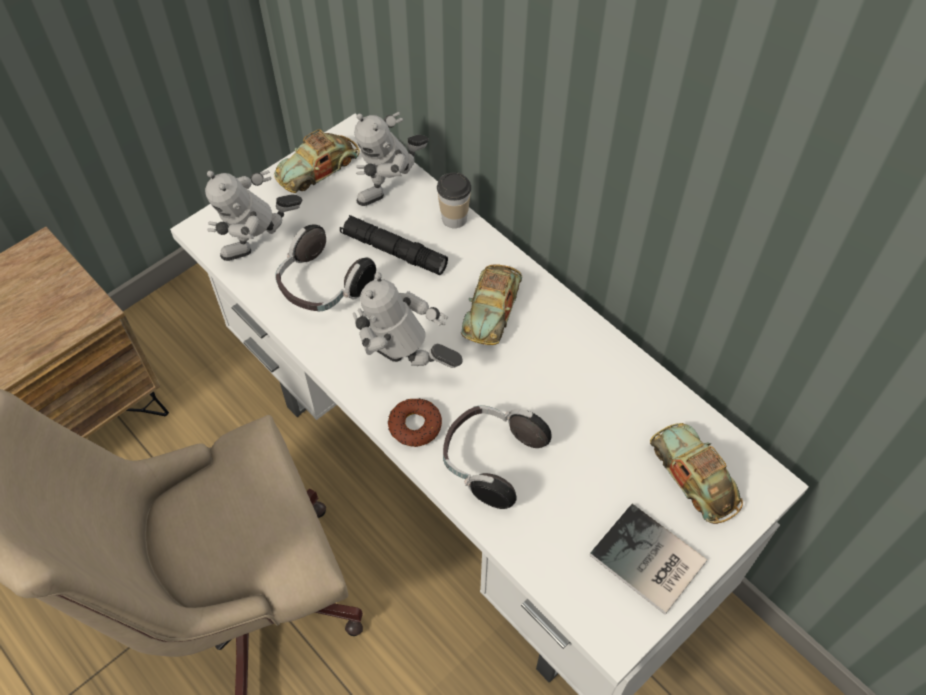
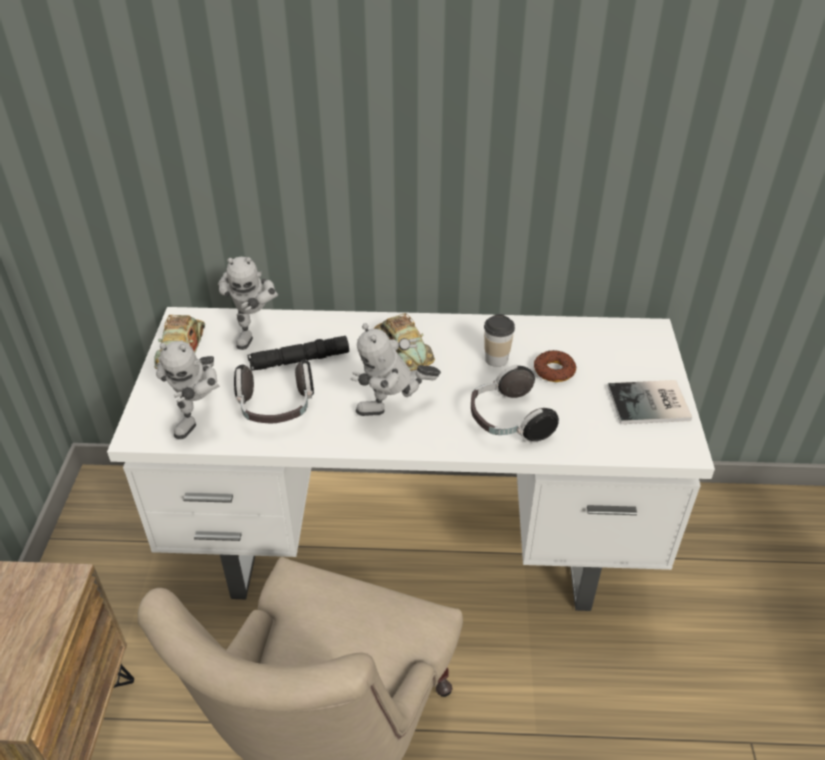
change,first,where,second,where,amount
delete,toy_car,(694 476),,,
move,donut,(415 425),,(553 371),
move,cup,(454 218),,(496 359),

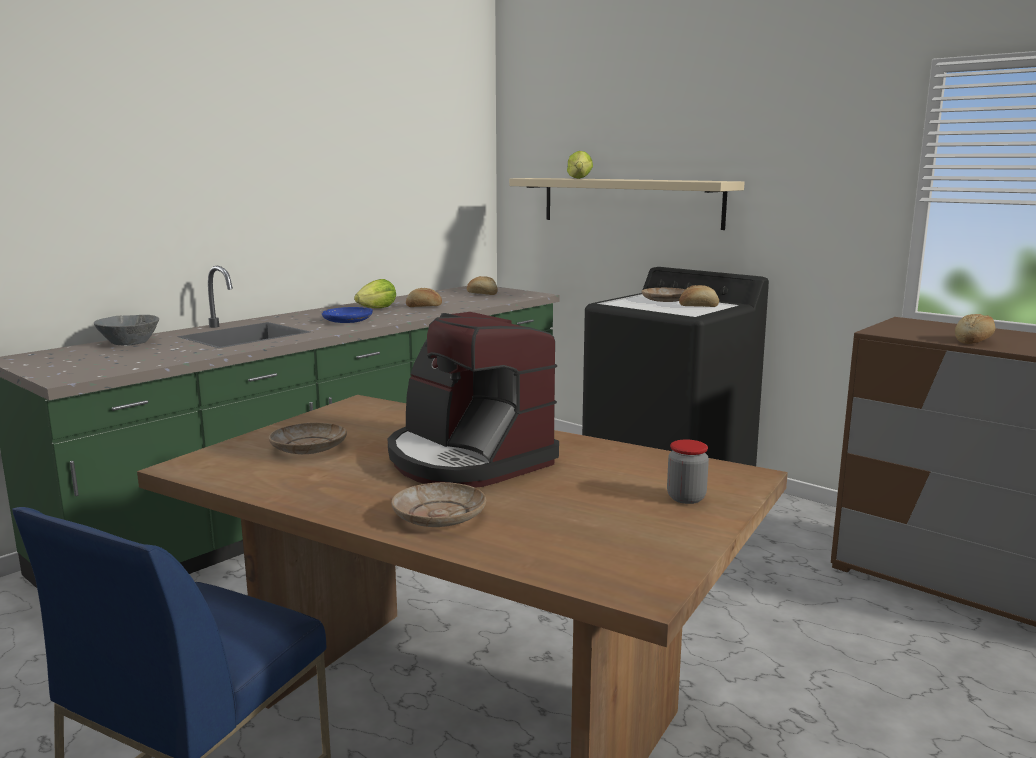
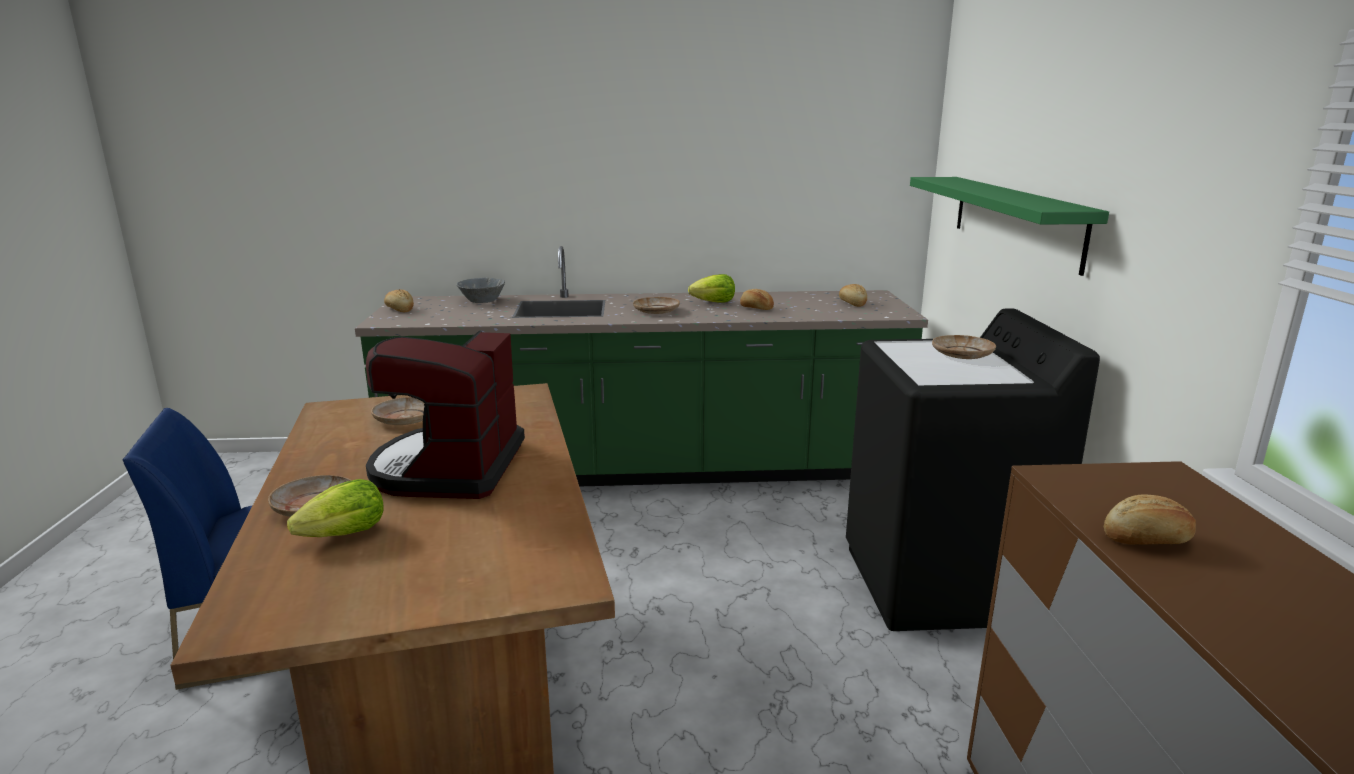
change,first,where,second,where,amount
delete,jar,(686 498),,,
move,lettuce,(579 178),,(346 534),
move,bread,(698 306),,(400 309),
recolor,blue_plate,(348 321),beige_plate,(656 311),
recolor,beige_shelf,(629 202),green_shelf,(1015 219),

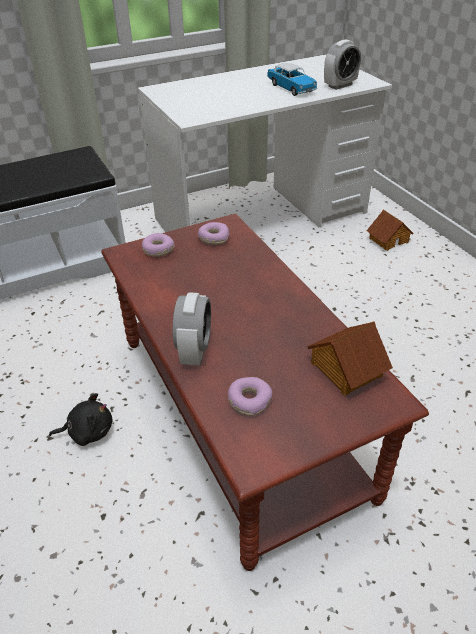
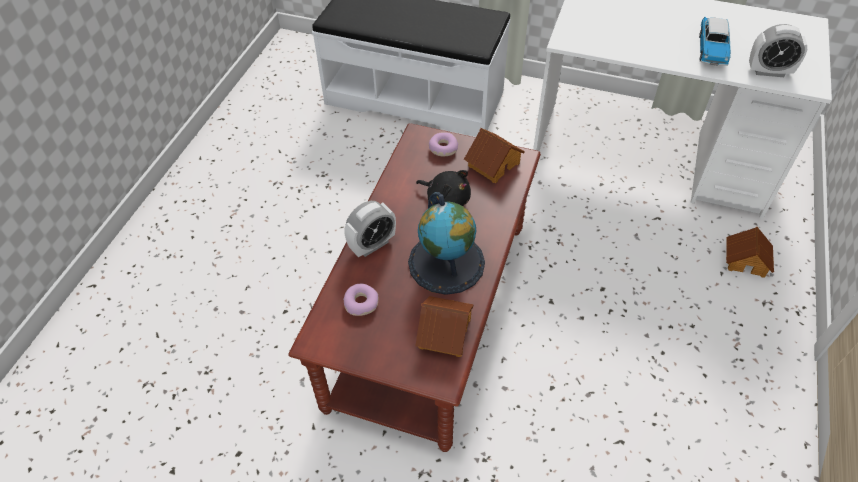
change,first,where,second,where,amount
insert,,,globe,(446 262),
move,black_plush_toy,(88 431),,(446 199),
replace,donut,(213 238),toy_house,(493 164),

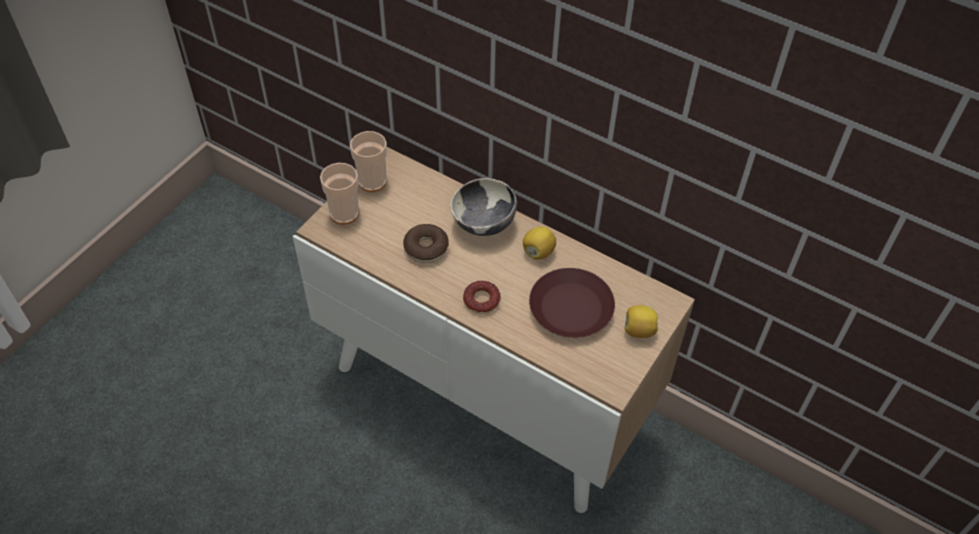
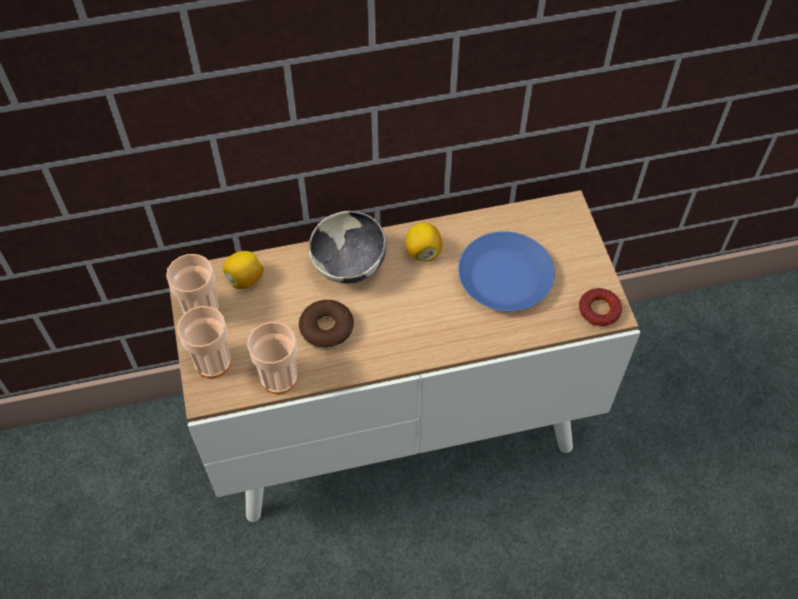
change,first,where,second,where,amount
insert,,,cup,(279 377),
move,donut,(481 300),,(599 311),
move,lemon,(639 330),,(245 279),
recolor,brown_plate,(570 308),blue_plate,(504 278),

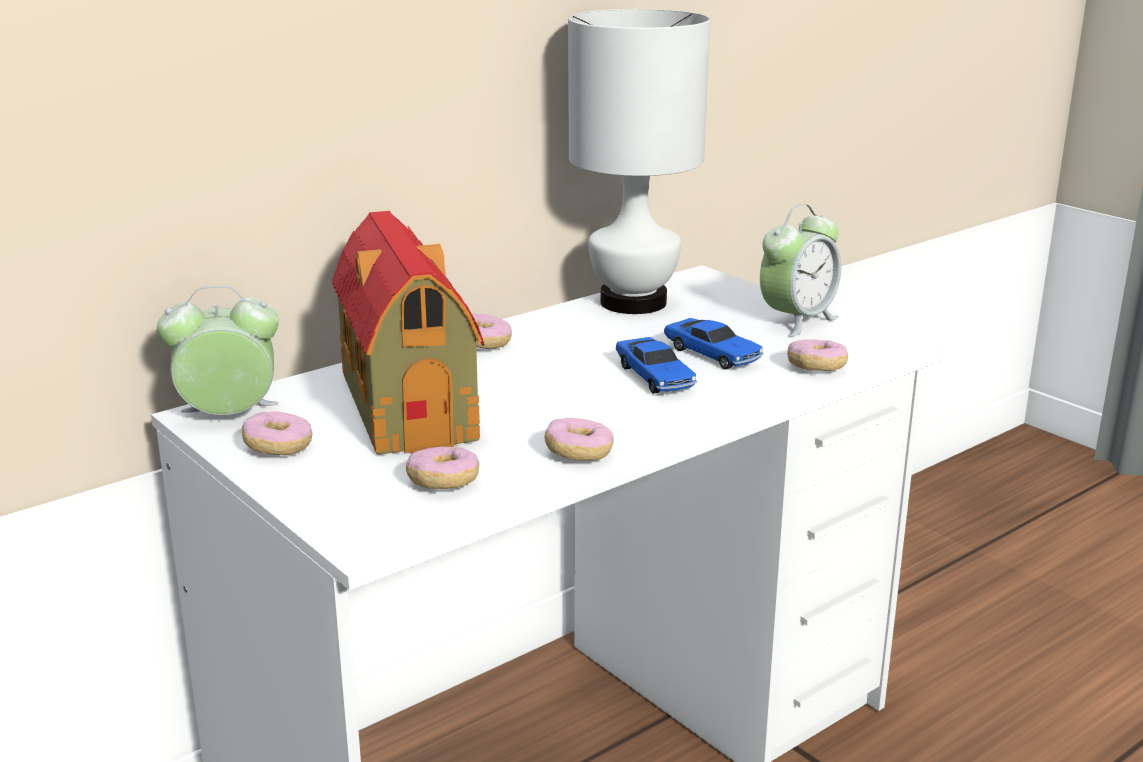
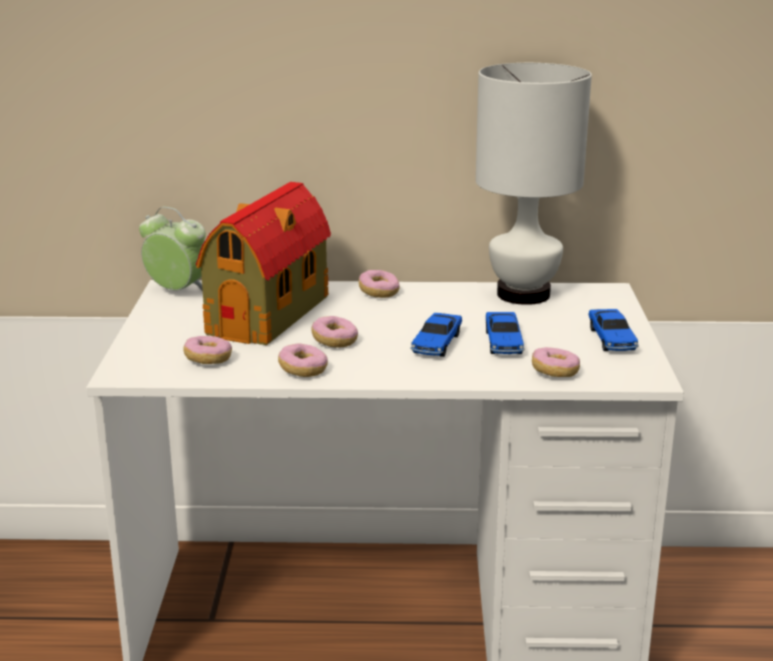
change,first,where,second,where,amount
move,donut,(278 447),,(334 341),
replace,alarm_clock,(797 321),toy_car,(611 339),

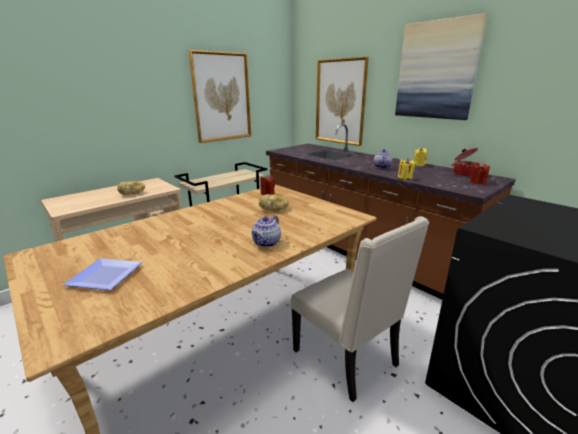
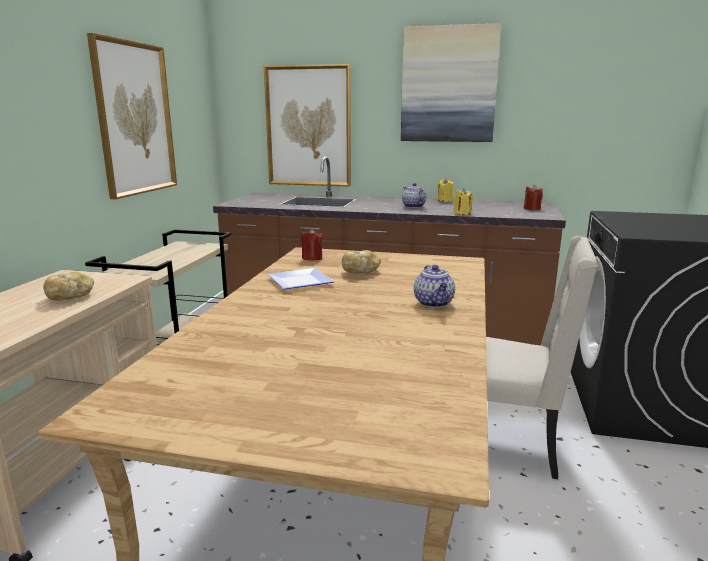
change,first,where,second,where,amount
delete,cooking_pot,(463 173),,,
move,plate,(108 275),,(301 281),

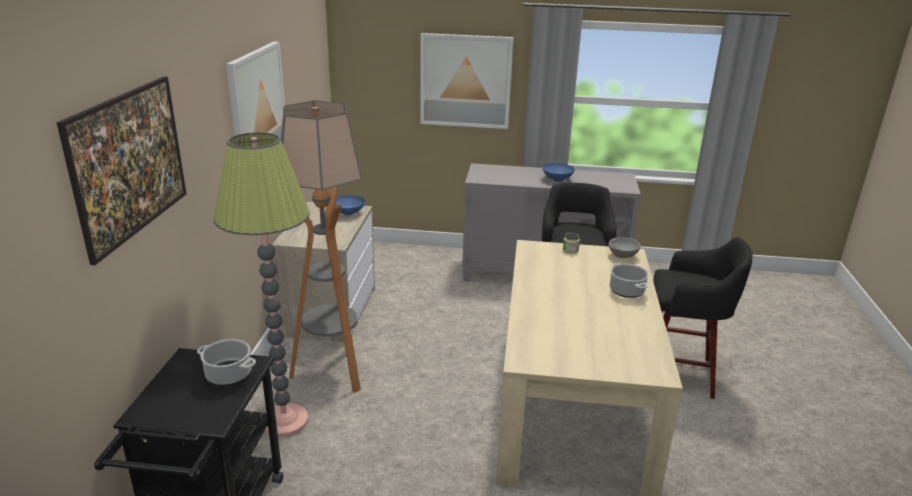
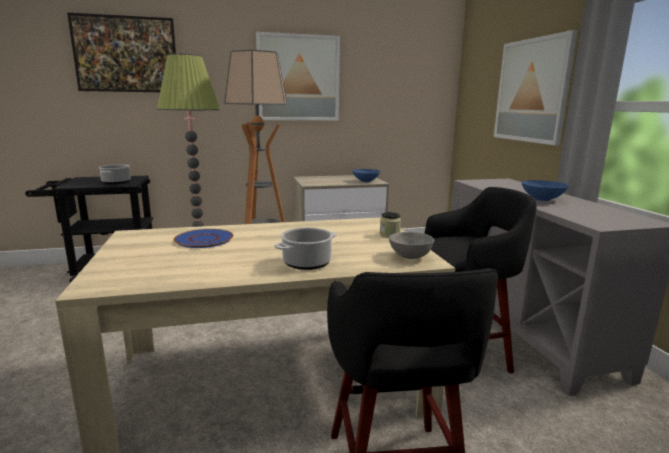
change,first,where,second,where,amount
insert,,,blue_plate,(204 239),

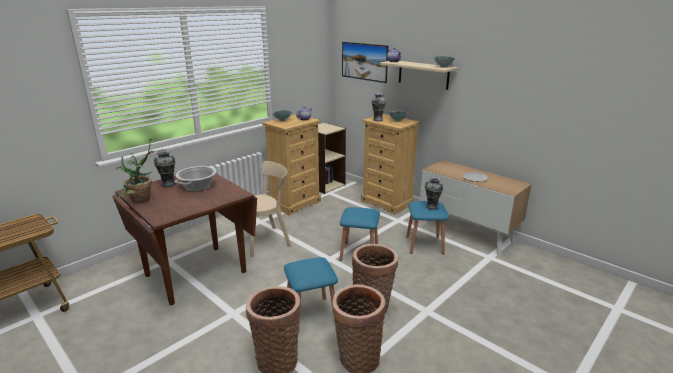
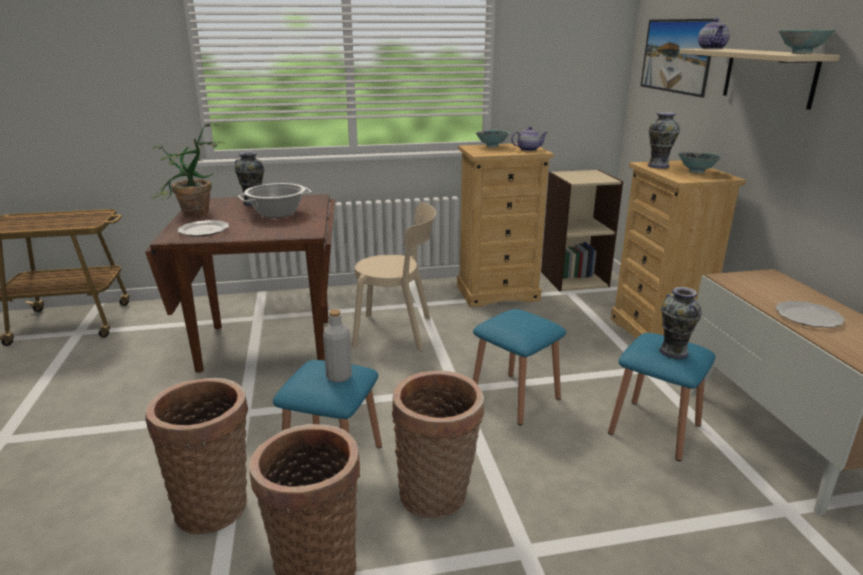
change,first,where,second,where,amount
insert,,,plate,(203 230),
insert,,,grey_bottle,(339 376),

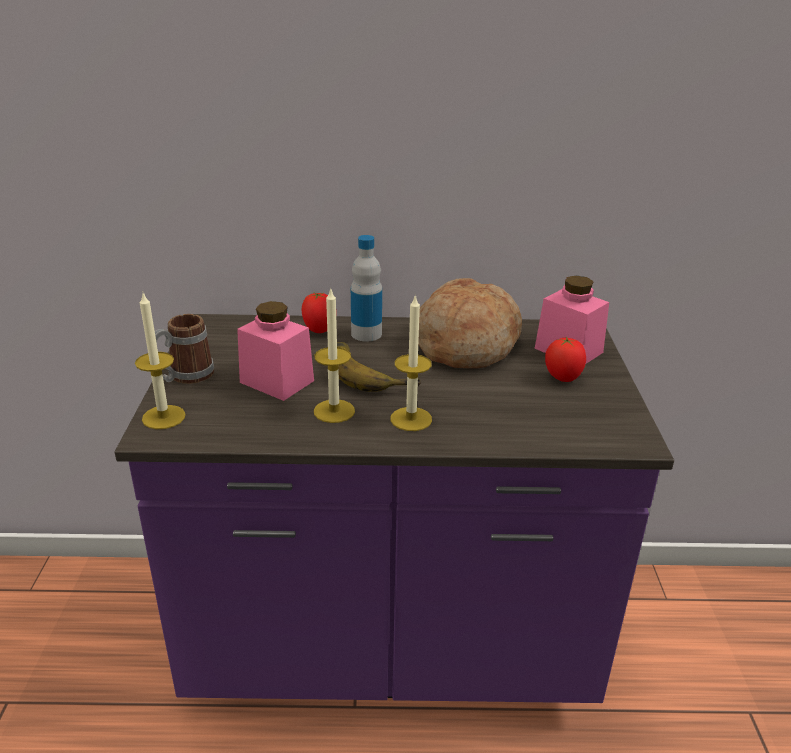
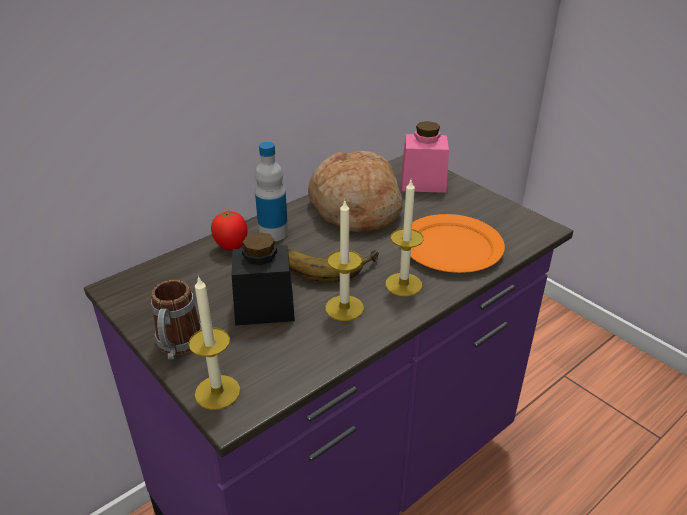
change,first,where,second,where,amount
delete,tomato,(563 379),,,
insert,,,orange_plate,(451 247),
recolor,pink_jar,(277 381),black_jar,(264 308),

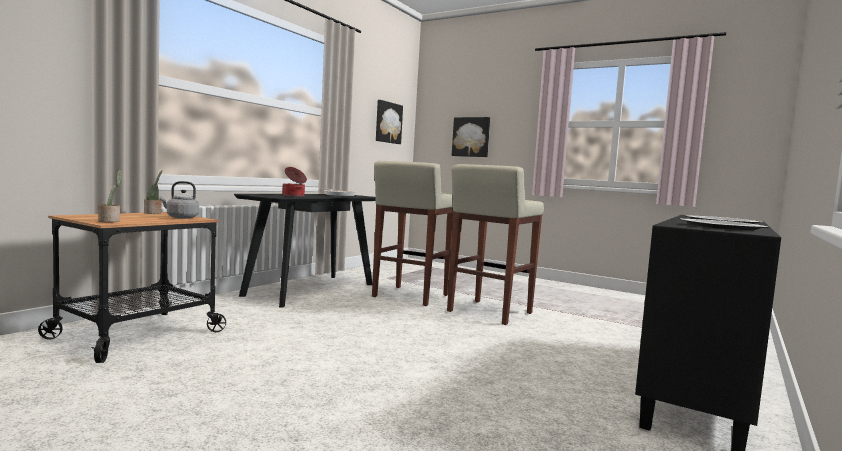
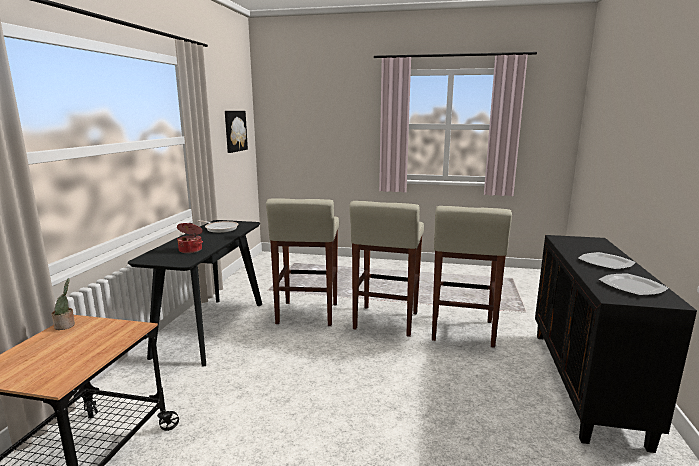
change,first,where,second,where,amount
delete,potted_plant,(110 221),,,
delete,grey_kettle,(180 217),,,
delete,picture,(471 137),,,
insert,,,beige_stool,(462 331),

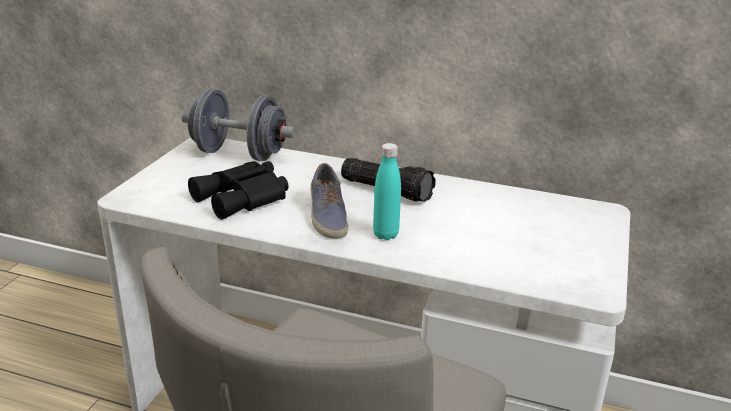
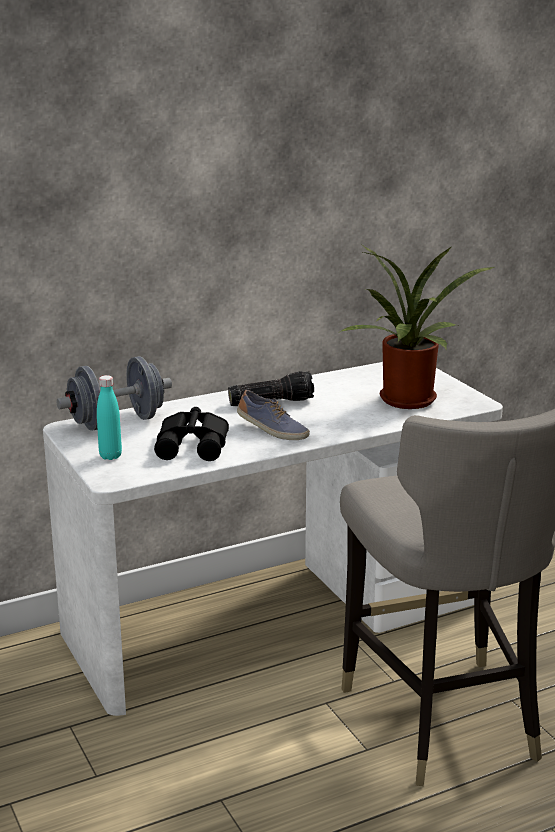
change,first,where,second,where,amount
insert,,,potted_plant,(408 402),
move,turquoise_bottle,(385 235),,(110 456),

